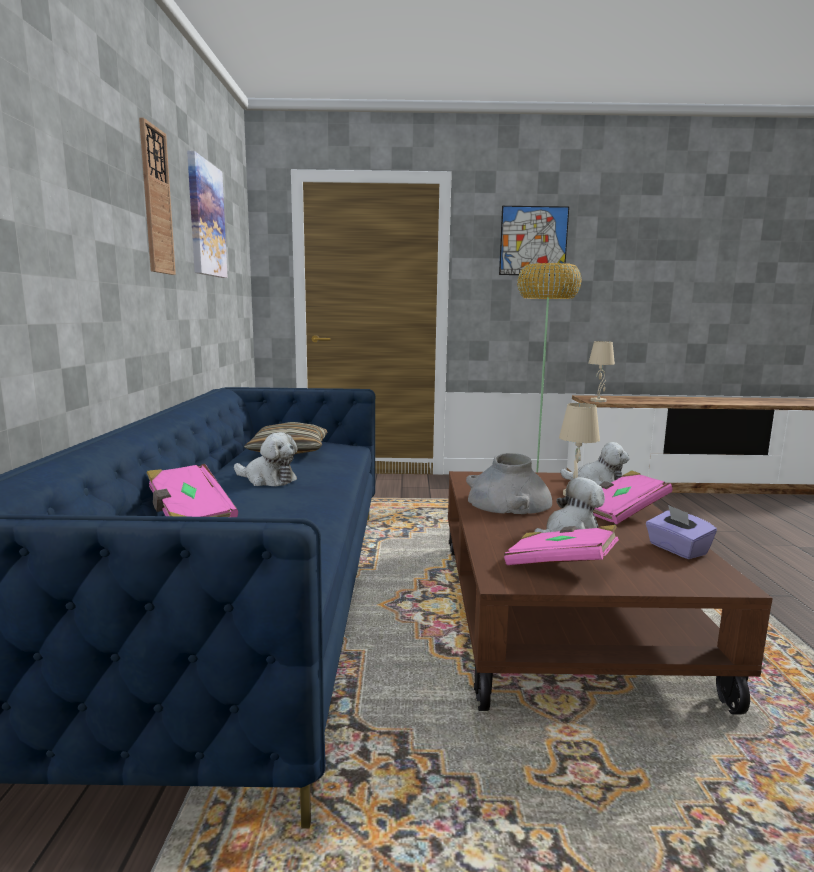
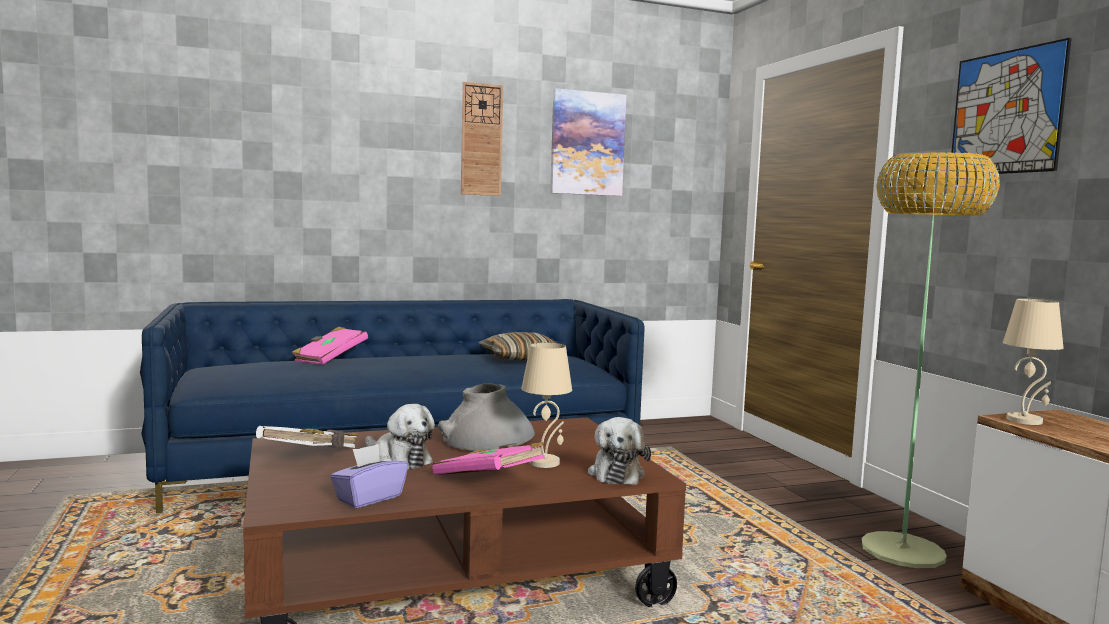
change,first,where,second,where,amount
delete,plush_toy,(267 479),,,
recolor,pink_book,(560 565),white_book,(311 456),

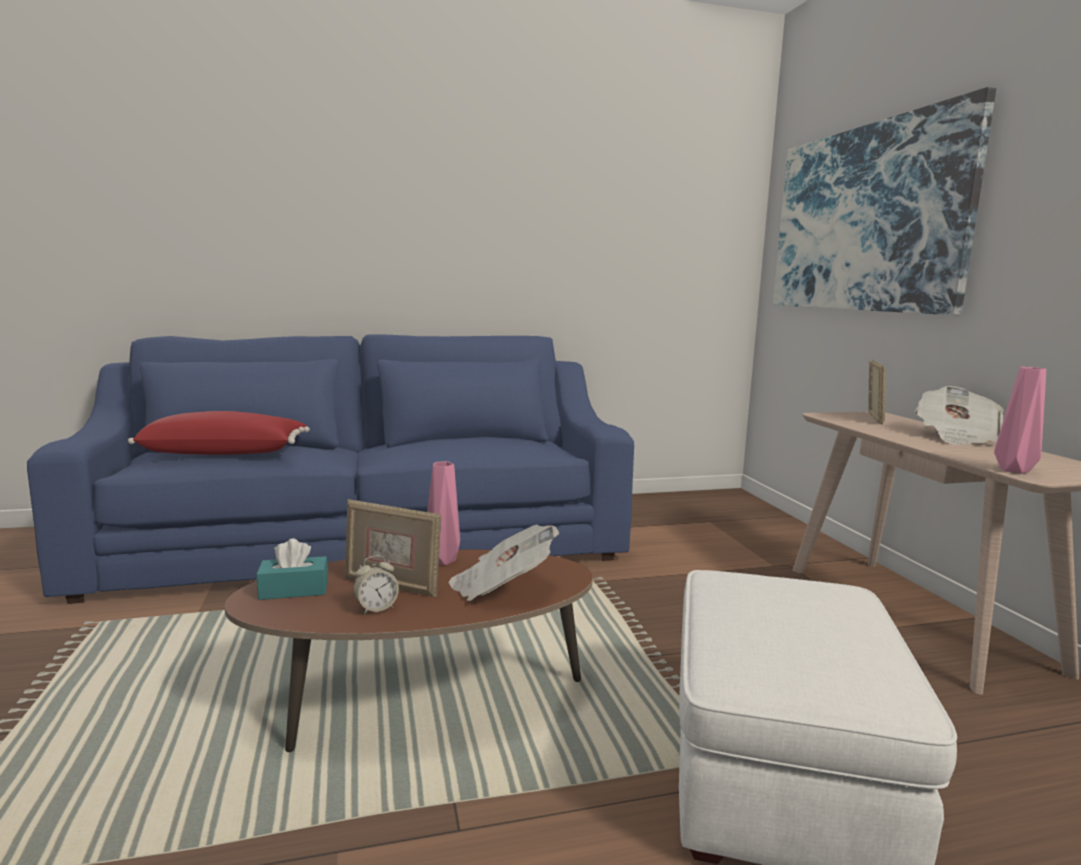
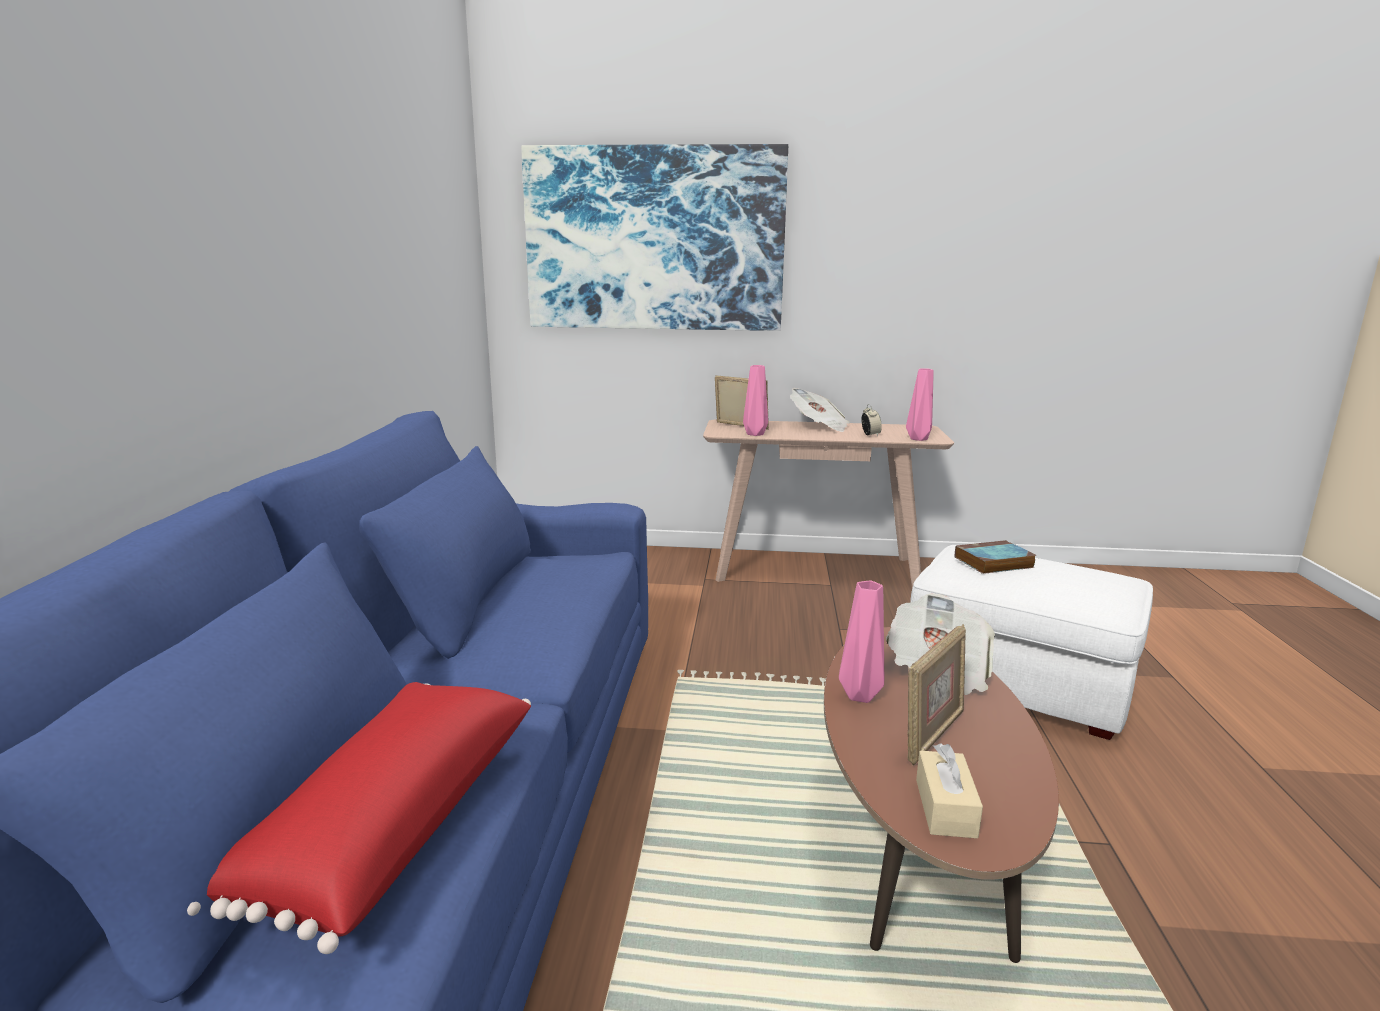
change,first,where,second,where,amount
insert,,,pink_vase,(754 434),
insert,,,book,(993 562),
move,alarm_clock,(376 608),,(870 435),
recolor,turquoise_tissue_box,(294 590),beige_tissue_box,(945 808),

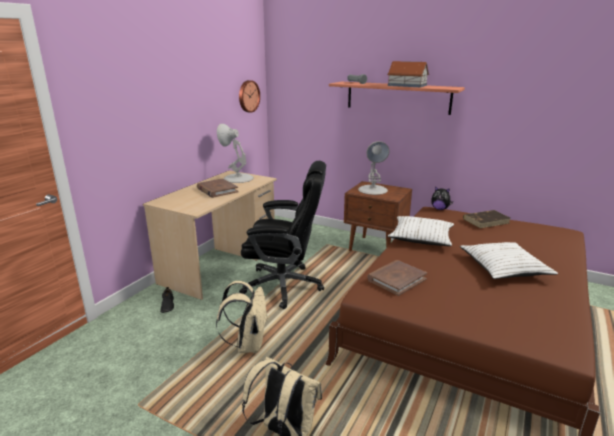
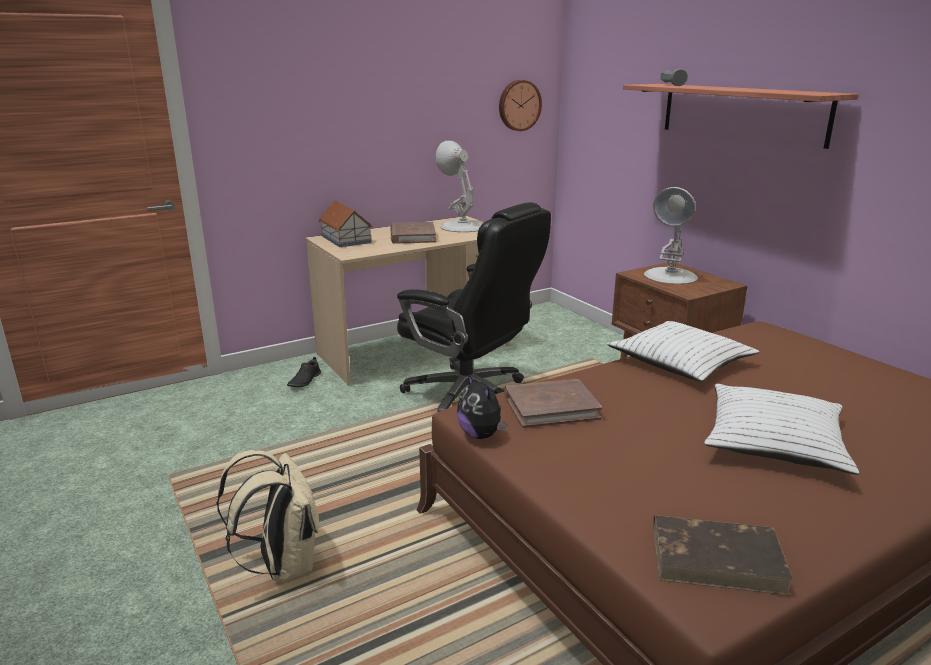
change,first,where,second,where,amount
delete,beige_backpack,(248 344),,,
move,toy_house,(407 85),,(346 239),
move,plush_toy,(440 209),,(481 435),
move,brown_book,(486 221),,(717 558),

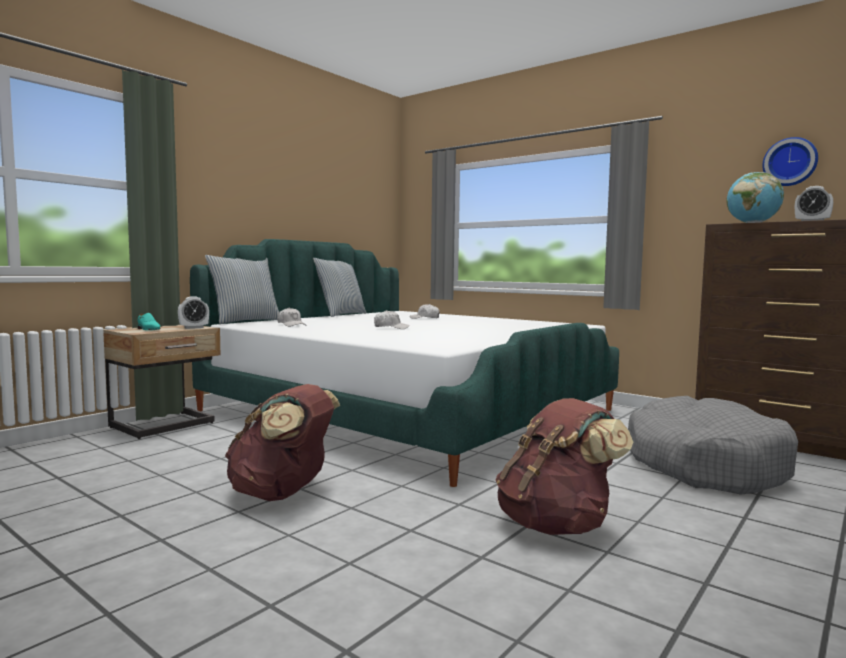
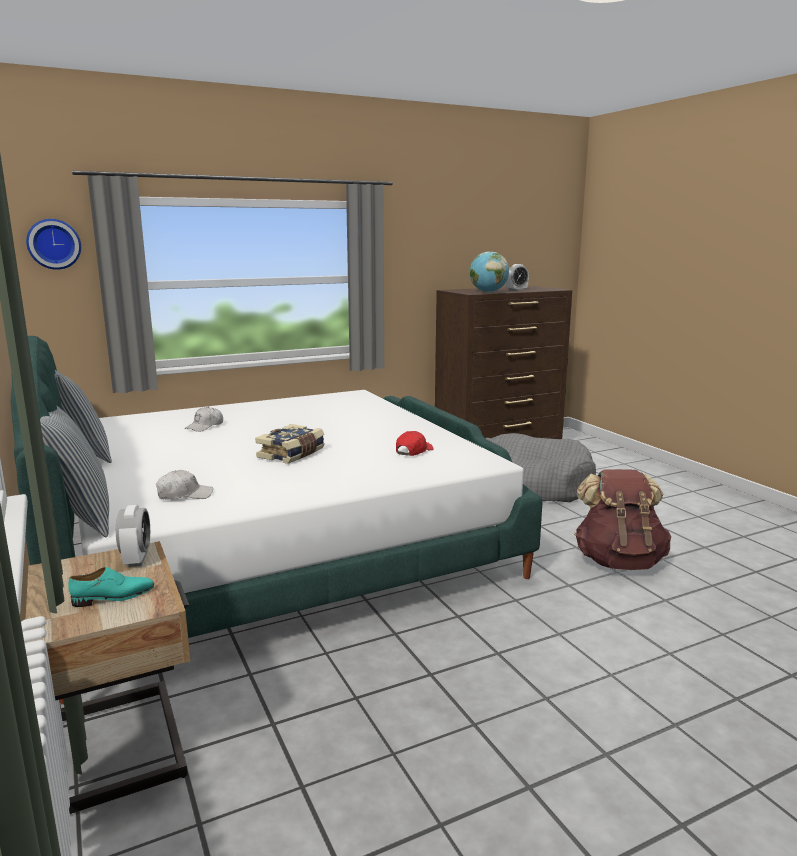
change,first,where,second,where,amount
delete,brown_backpack,(282 493),,,
insert,,,red_cap,(413 451),
move,wall_clock,(790 162),,(54 244),
replace,white_cap,(391 328),book,(292 454),

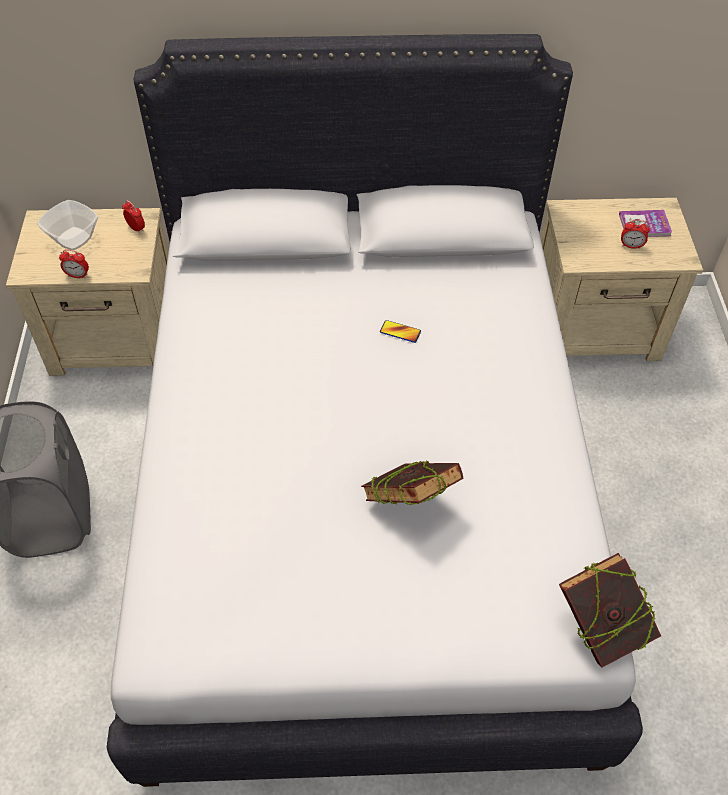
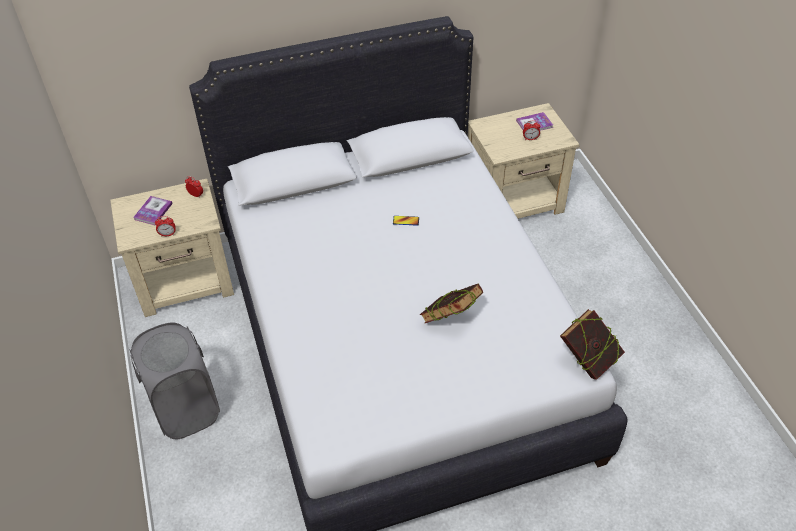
change,first,where,second,where,amount
replace,bowl,(73 239),book,(153 211),

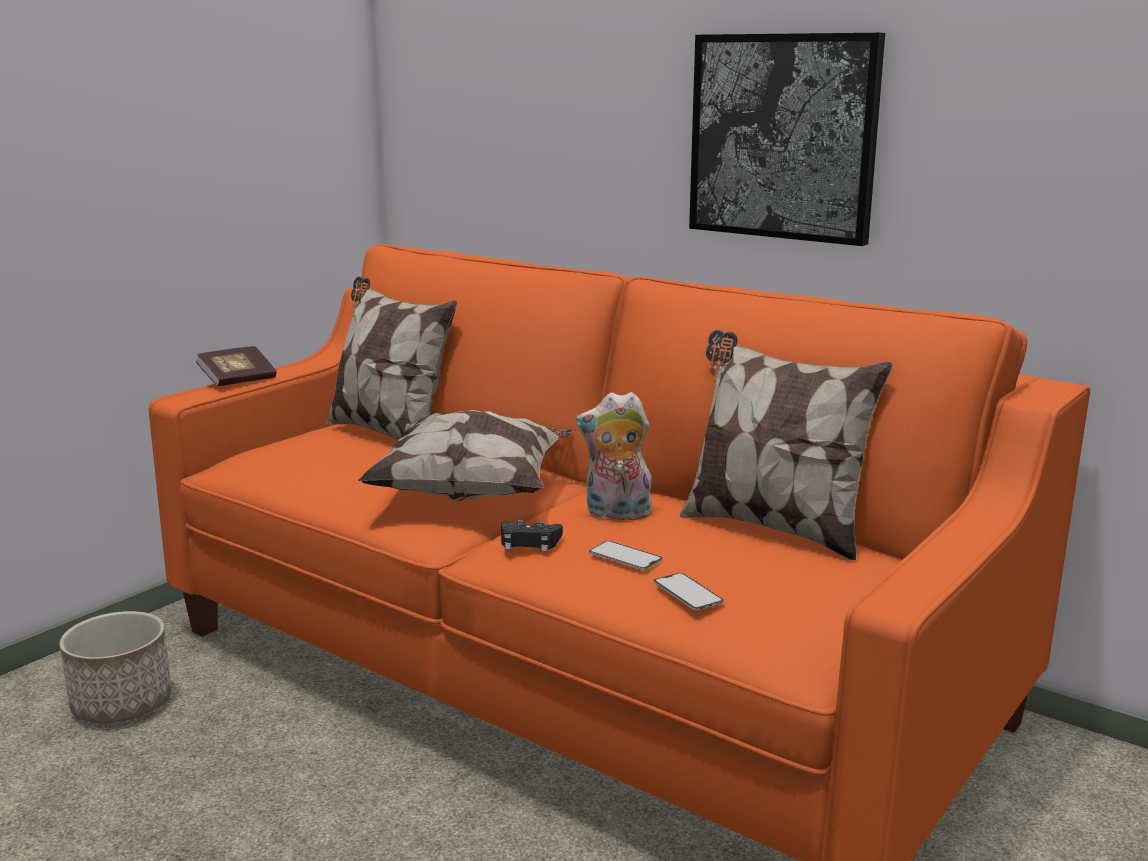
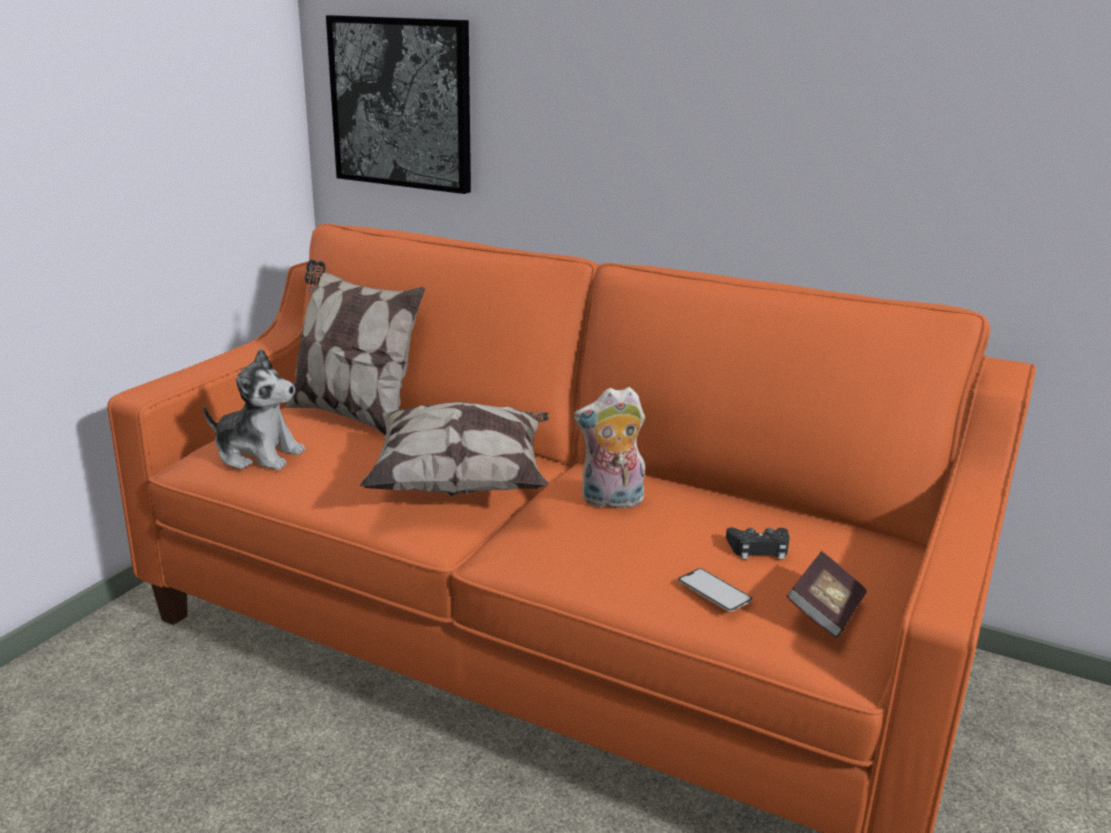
change,first,where,second,where,amount
delete,planter,(122 703),,,
delete,phone,(625 556),,,
delete,pillow,(773 527),,,
insert,,,plush_toy,(258 455),
move,book,(238 381),,(825 611),
move,black_game_controller,(529 542),,(758 548),
move,picture,(783 137),,(402 103),

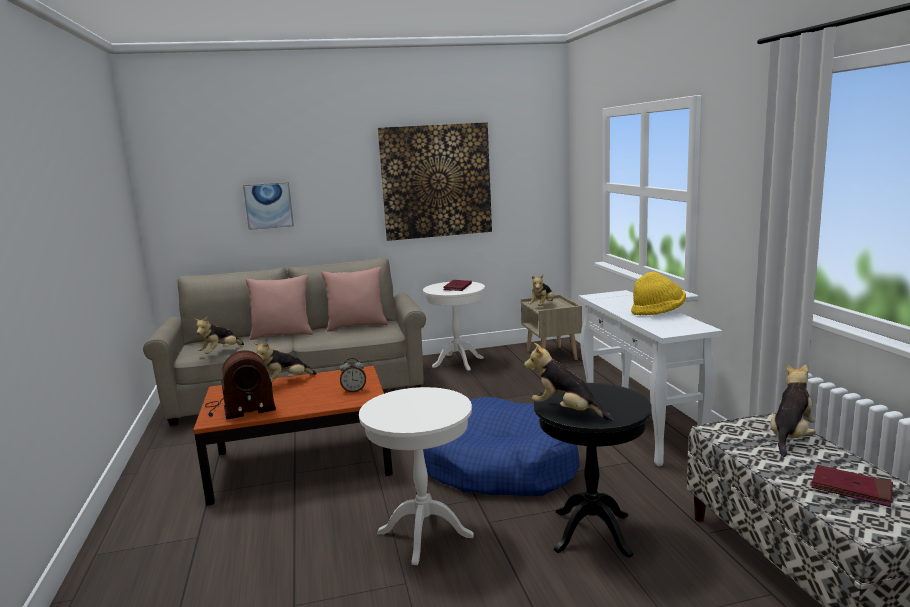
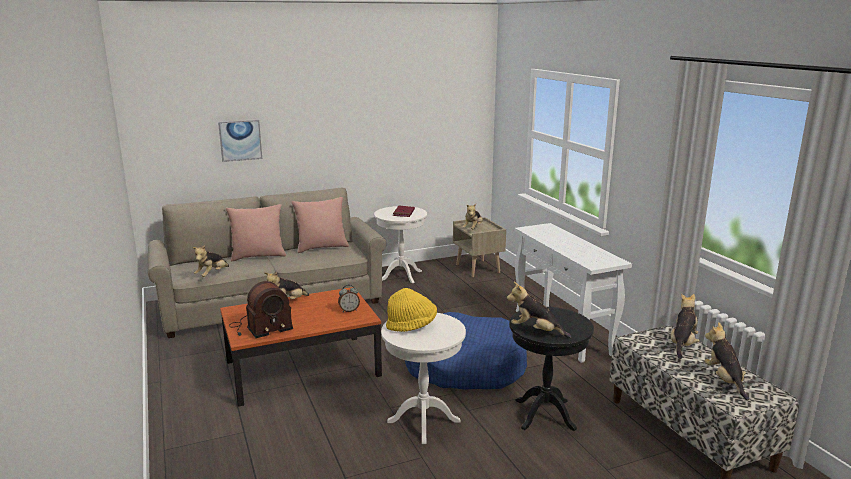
change,first,where,second,where,amount
delete,picture,(436 181),,,
move,yellow_hat,(658 312),,(411 326),
replace,red_book,(851 489),plush_toy,(724 380),

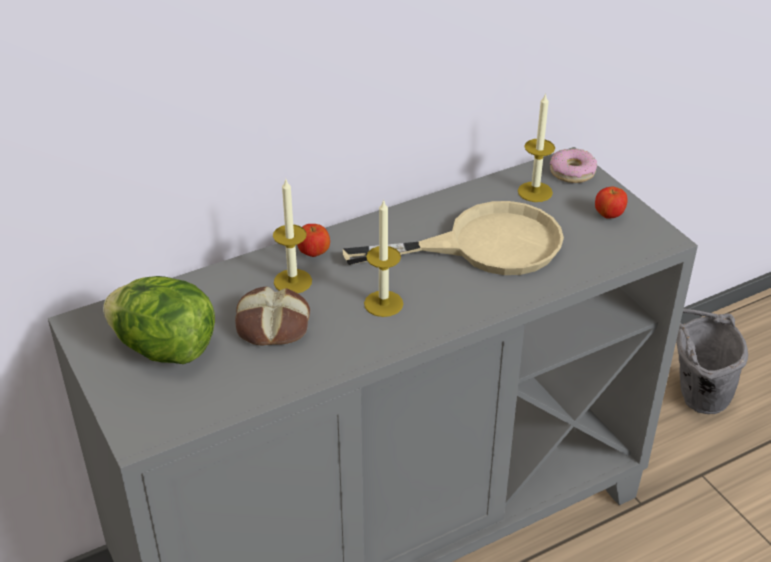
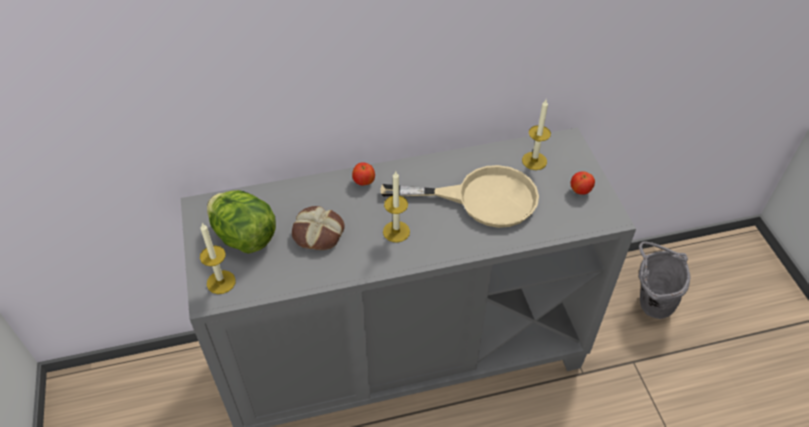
change,first,where,second,where,amount
delete,donut,(572 172),,,
move,candle,(292 281),,(221 282),

